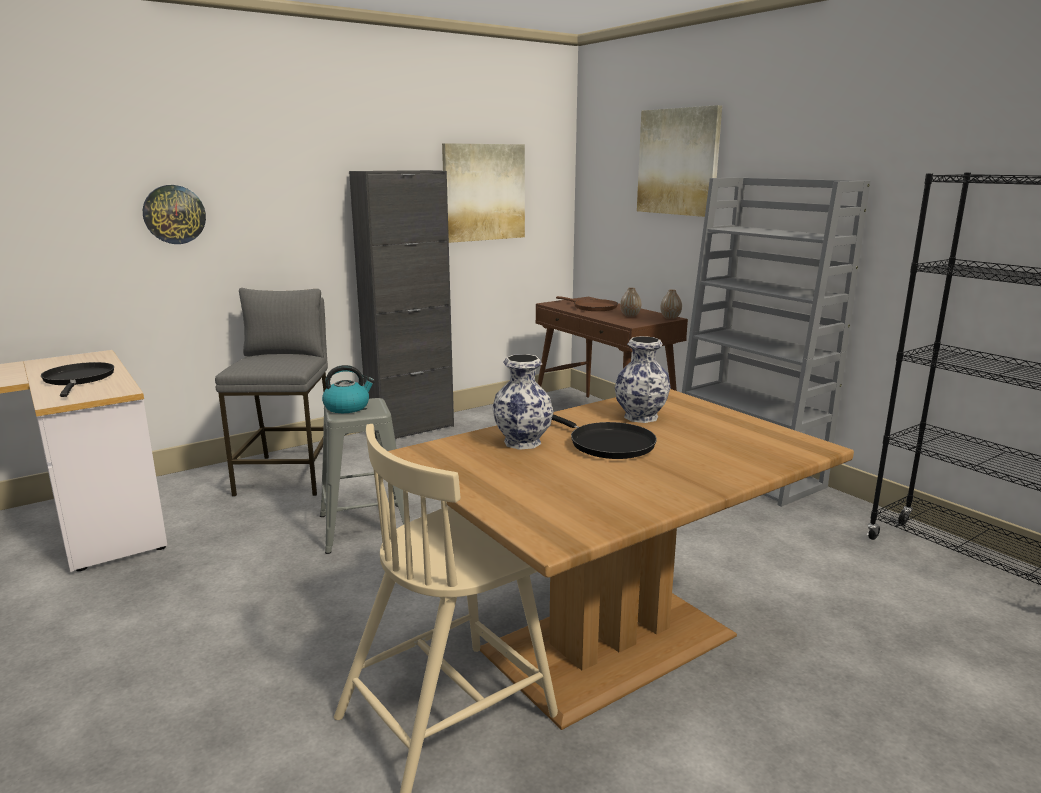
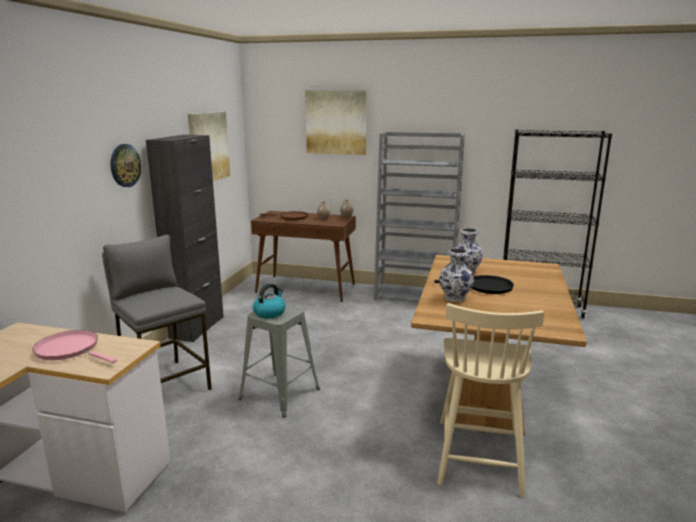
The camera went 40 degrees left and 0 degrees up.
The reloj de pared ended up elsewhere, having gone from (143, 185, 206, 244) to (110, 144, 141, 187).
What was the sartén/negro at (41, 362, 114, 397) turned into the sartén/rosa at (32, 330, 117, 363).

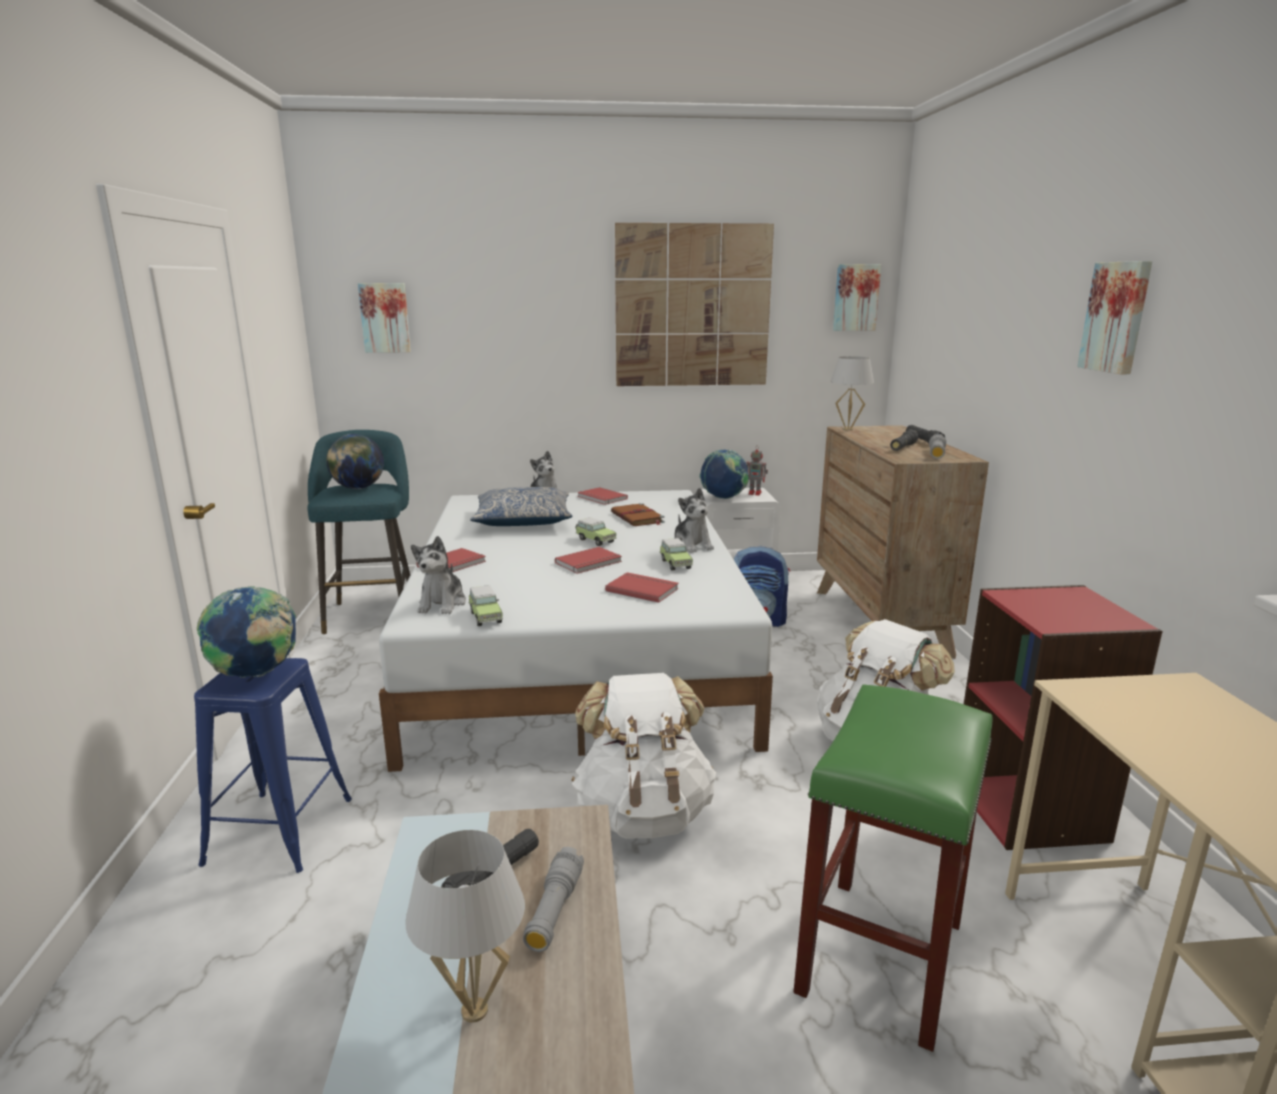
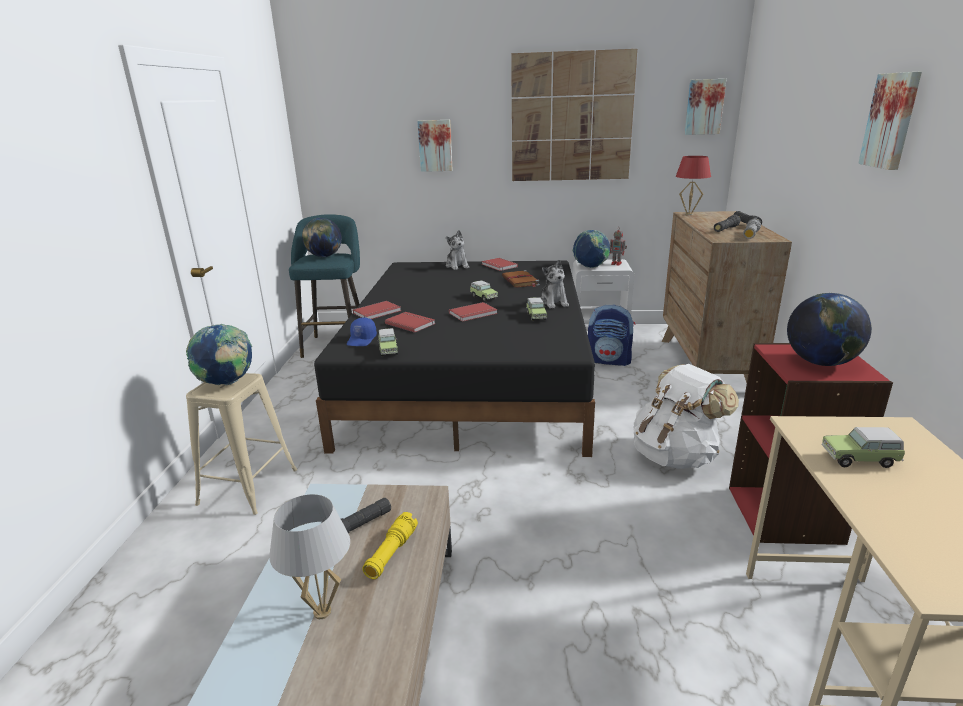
The camera went 10 degrees right and 5 degrees up.
The cuadro ended up elsewhere, having gone from (358, 283, 411, 353) to (418, 120, 453, 172).
What was the lámpara de mesa/blanco at (830, 356, 874, 430) turned into the lámpara de mesa/rojo at (676, 156, 711, 215).
The second view lost the cojín at (470, 487, 573, 526).
What was the cama/blanco at (379, 490, 773, 772) turned into the cama/negro at (314, 261, 595, 457).
Where the peluche stood at (411, 536, 466, 614), the gorra/azul came to stand at (347, 317, 377, 346).
The libro/rojo ended up elsewhere, having gone from (605, 572, 679, 603) to (385, 312, 435, 333).
What was the taburete/azul at (194, 658, 352, 873) turned into the taburete/beis at (186, 373, 297, 515).
The second view lost the mochila/blanco at (572, 673, 716, 838).
The second view lost the taburete/verde at (793, 684, 992, 1052).
What was the linterna/gris at (523, 847, 584, 952) turned into the linterna/amarillo at (363, 512, 418, 579).
The second view gained the globo terráqueo at (787, 293, 872, 366).
The second view gained the coche de juguete at (821, 427, 905, 468).

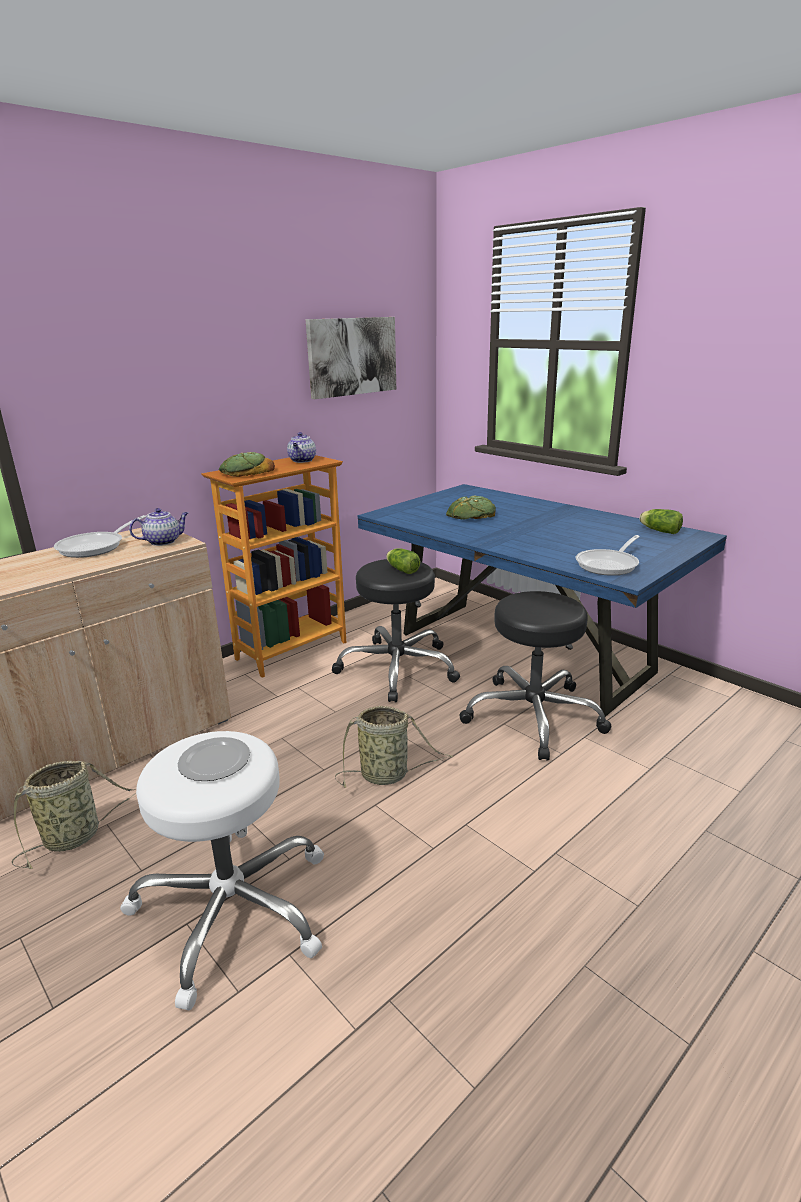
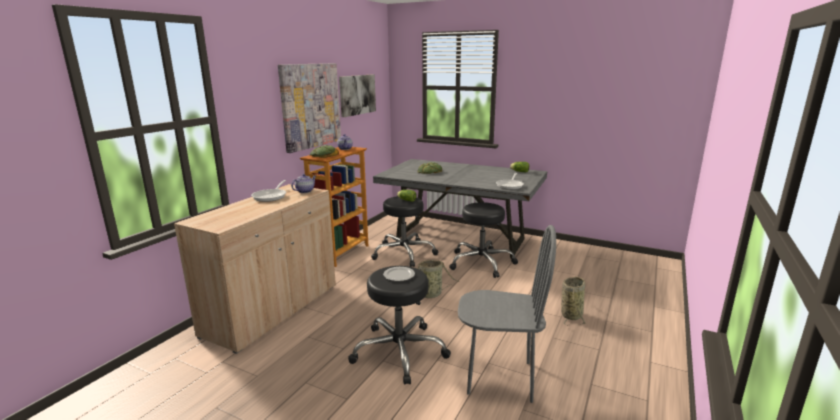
The camera went 20 degrees left and 5 degrees down.
What was the mesa de comedor/azul at (358, 484, 727, 717) turned into the mesa de comedor/gris at (373, 159, 547, 258).
What was the taburete/blanco at (120, 731, 324, 1010) turned into the taburete/negro at (348, 266, 451, 385).
The cesta ended up elsewhere, having gone from (11, 761, 136, 869) to (561, 277, 586, 326).
The second view gained the cuadro at (278, 63, 341, 153).
The second view gained the silla/gris at (458, 225, 556, 403).

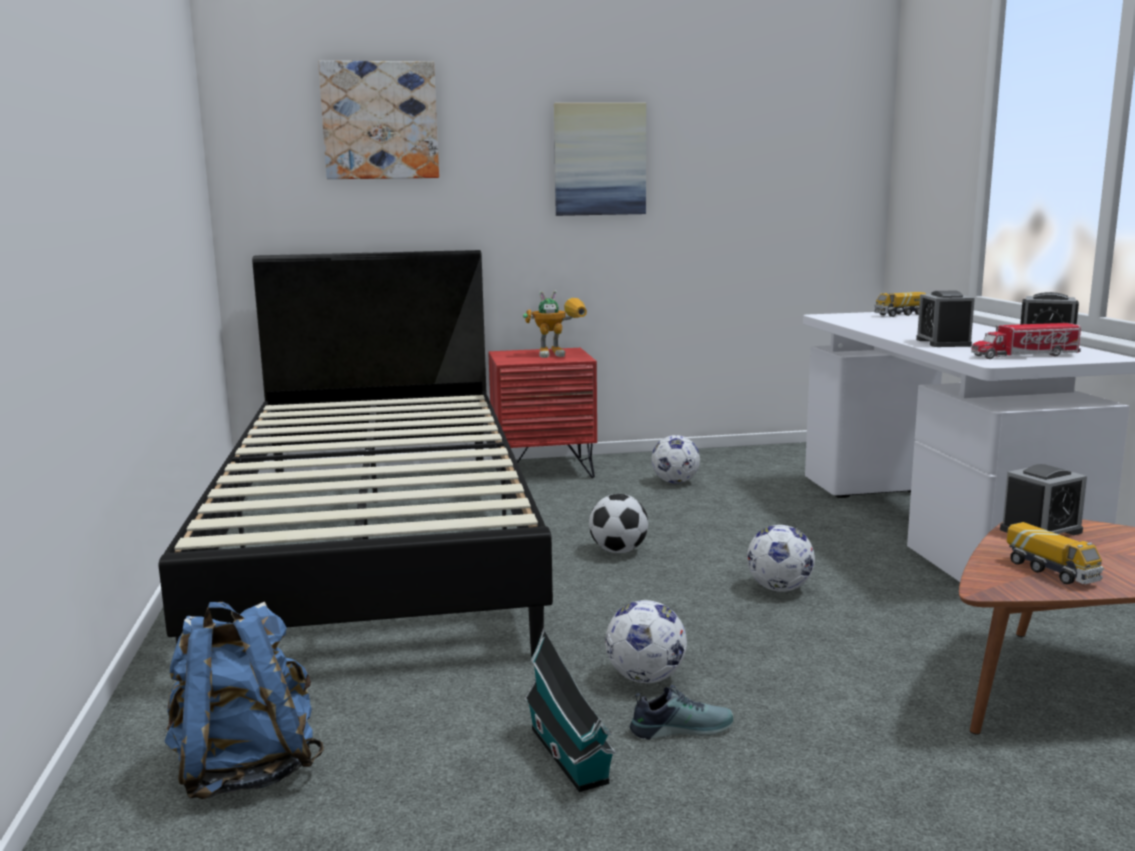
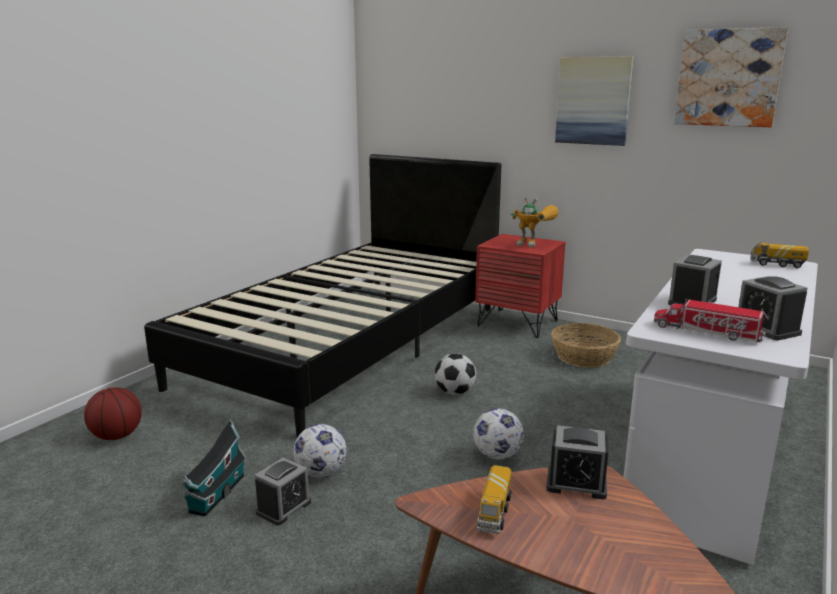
The camera went 40 degrees right and 5 degrees up.
The cuadro ended up elsewhere, having gone from (318, 61, 439, 179) to (674, 27, 788, 127).
Where the balón de fútbol stood at (652, 435, 700, 484), the cesta came to stand at (551, 323, 621, 368).
Where the mochila/azul stood at (165, 602, 324, 799), the balón de baloncesto came to stand at (84, 387, 142, 440).
Where the zapato stood at (630, 685, 734, 740), the despertador came to stand at (255, 458, 311, 525).

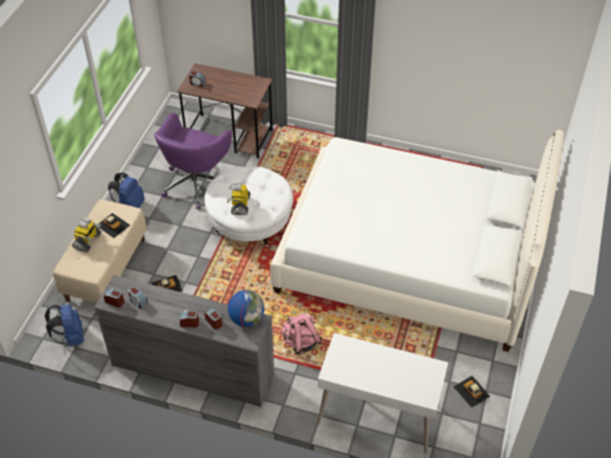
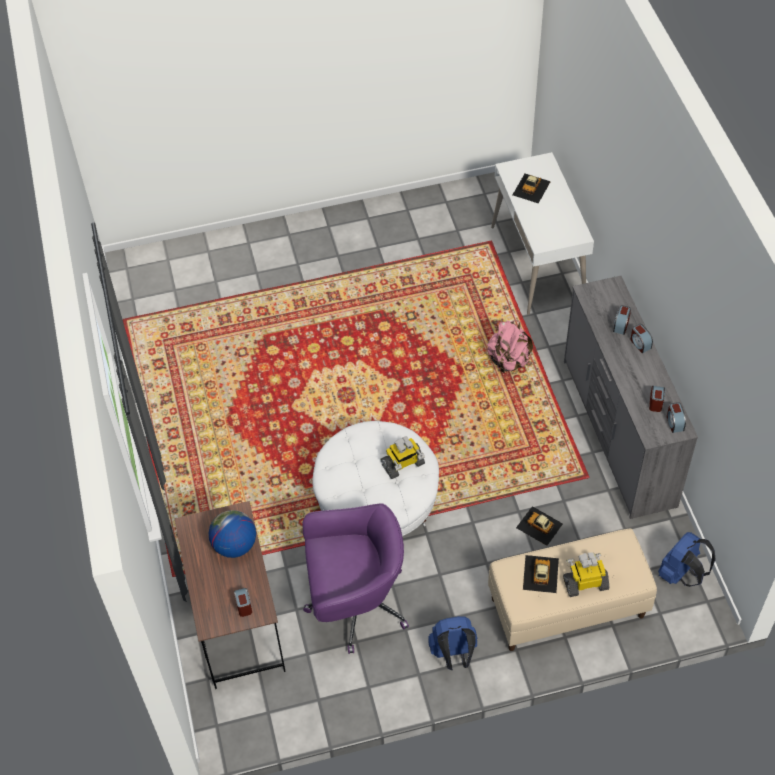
The camera went 120 degrees left and 5 degrees up.
The second view lost the cama/blanco at (270, 130, 564, 352).
The globo terráqueo ended up elsewhere, having gone from (228, 290, 264, 327) to (209, 510, 256, 558).
The coche de juguete ended up elsewhere, having gone from (454, 376, 490, 408) to (513, 174, 551, 203).

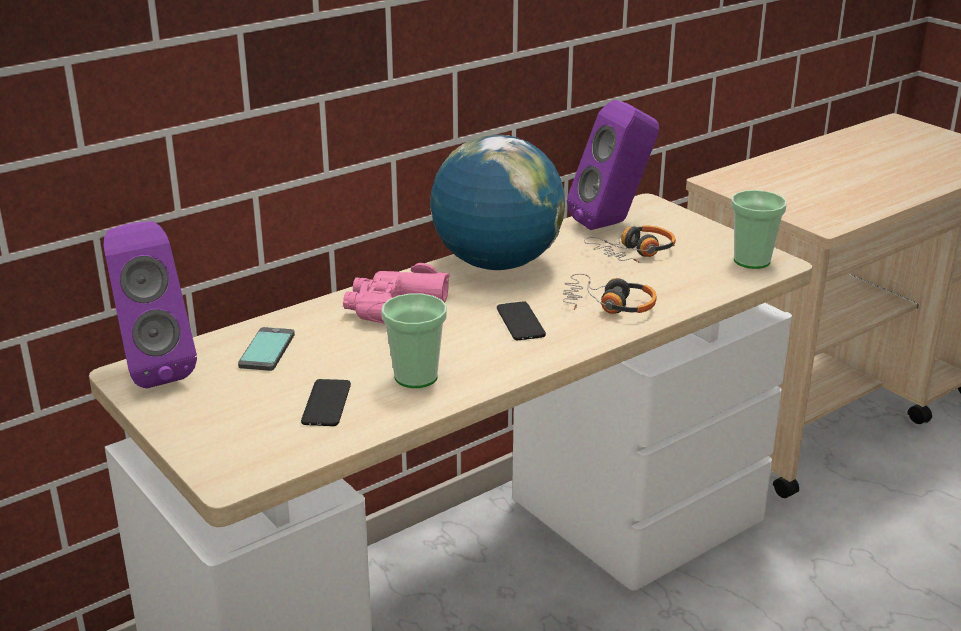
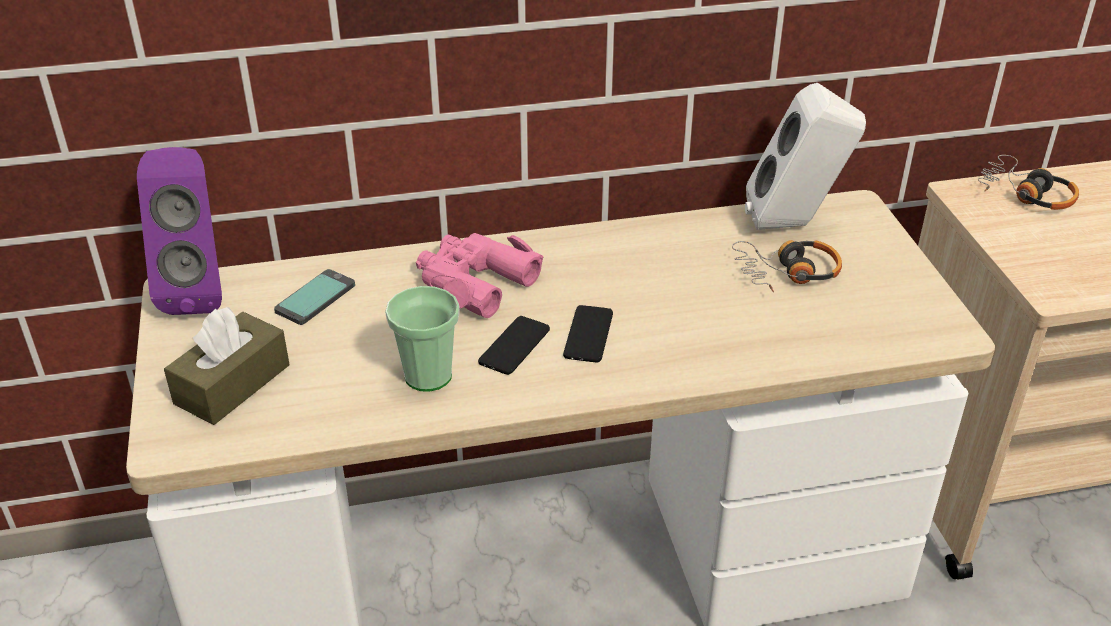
The camera went 25 degrees right and 10 degrees up.
What was the altavoz/morado at (567, 100, 659, 230) turned into the altavoz/blanco at (745, 83, 866, 230).
The second view lost the globo terráqueo at (430, 135, 565, 270).
The second view lost the taza at (731, 190, 787, 269).
The auriculares ended up elsewhere, having gone from (563, 274, 657, 314) to (978, 155, 1079, 210).
The móvil ended up elsewhere, having gone from (301, 379, 351, 426) to (478, 316, 550, 375).
The second view gained the caja de pañuelos/marrón at (164, 307, 290, 425).

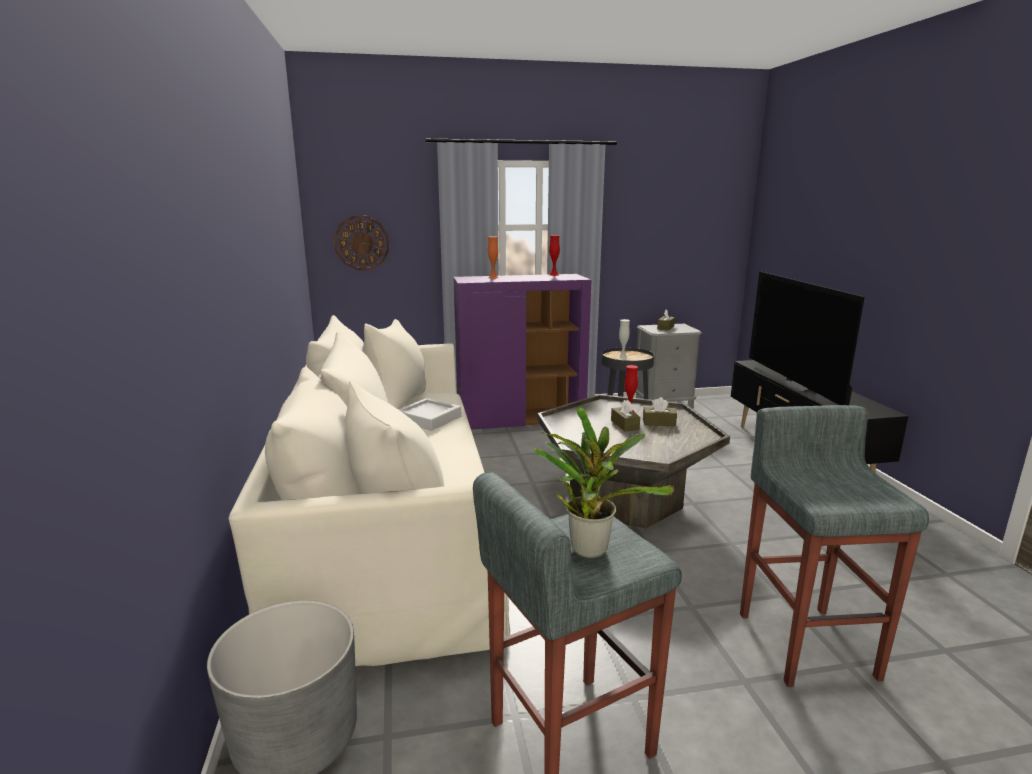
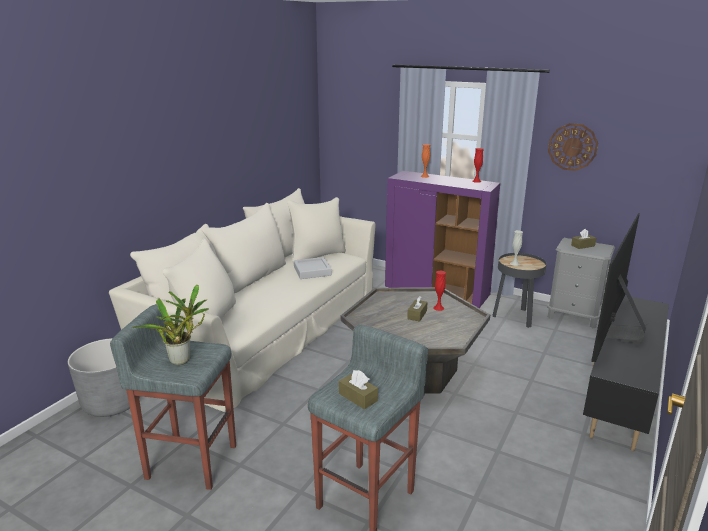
The camera went 40 degrees right and 5 degrees up.
The reloj de pared ended up elsewhere, having gone from (334, 216, 389, 270) to (548, 123, 598, 171).
The caja de pañuelos/marrón ended up elsewhere, having gone from (643, 397, 677, 426) to (339, 370, 378, 409).

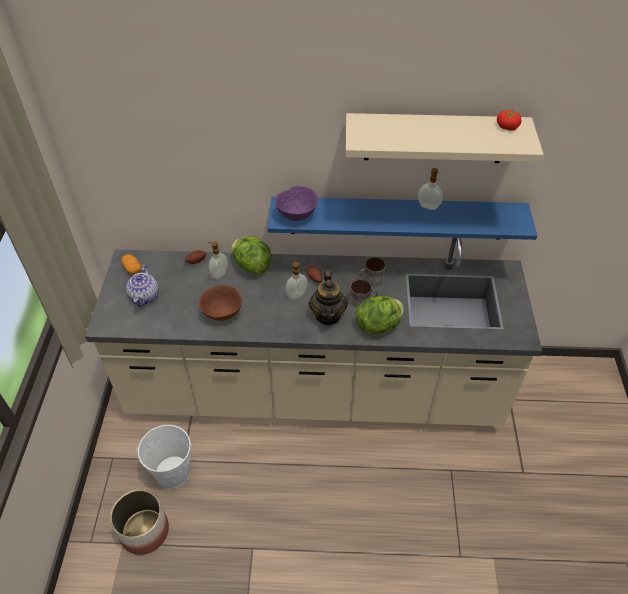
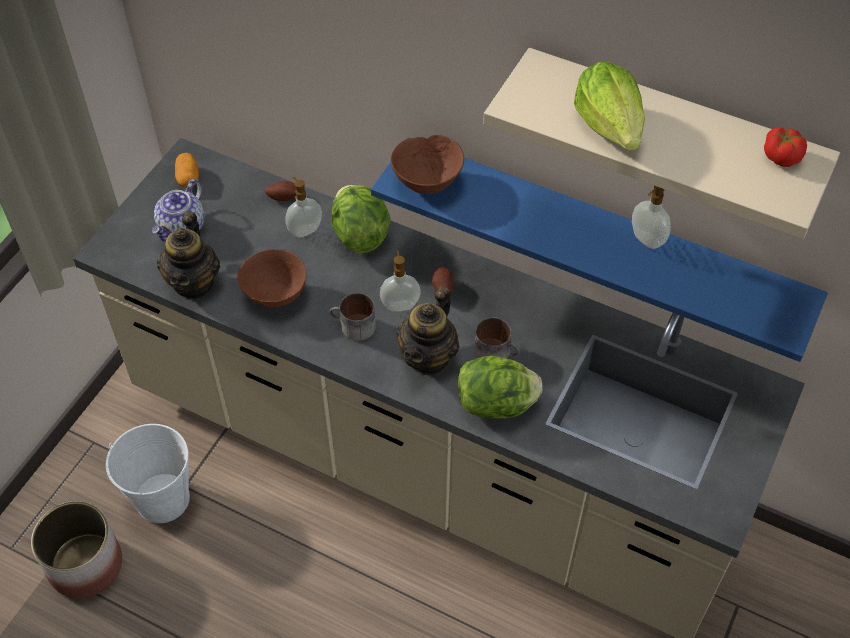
The camera went 25 degrees right and 5 degrees up.
What was the cuenco/morado at (275, 186, 318, 221) turned into the cuenco/marrón at (391, 135, 464, 194).
The taza grande ended up elsewhere, having gone from (359, 257, 386, 285) to (329, 293, 376, 341).
The second view gained the lechuga at (574, 62, 645, 151).
The second view gained the tetera at (157, 211, 220, 299).

